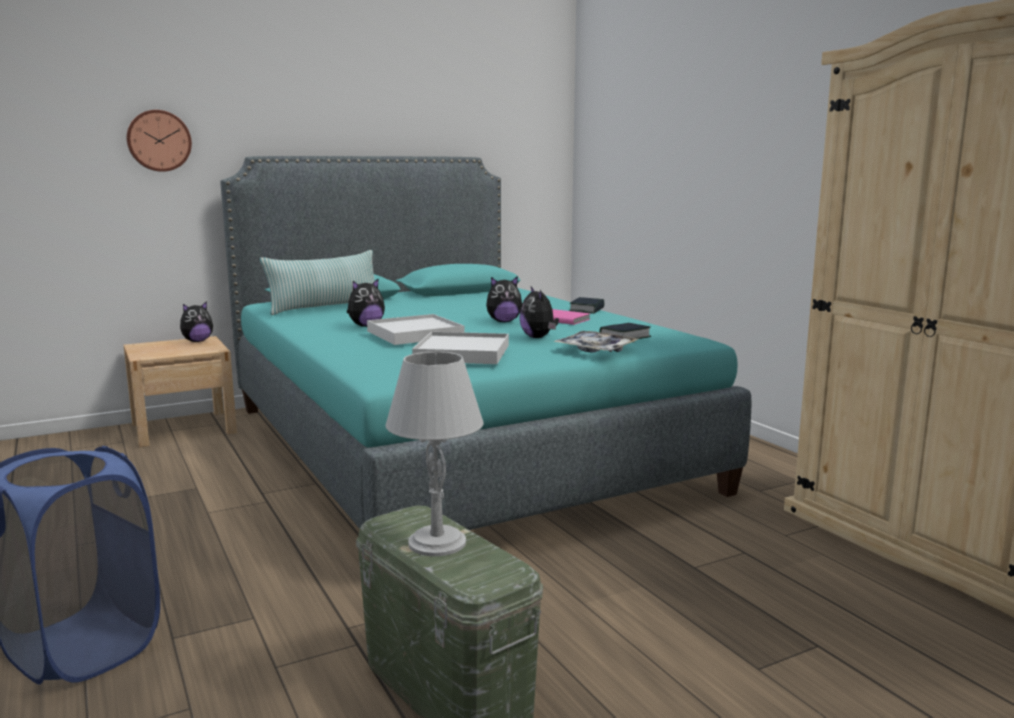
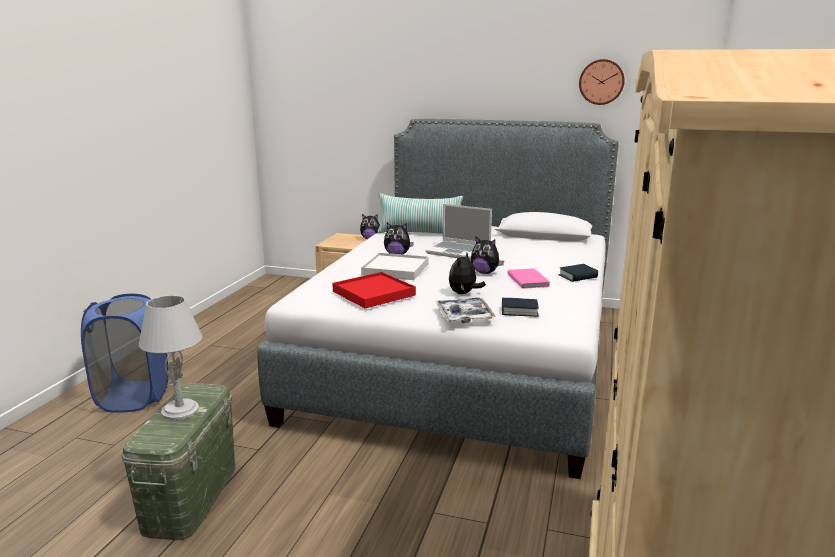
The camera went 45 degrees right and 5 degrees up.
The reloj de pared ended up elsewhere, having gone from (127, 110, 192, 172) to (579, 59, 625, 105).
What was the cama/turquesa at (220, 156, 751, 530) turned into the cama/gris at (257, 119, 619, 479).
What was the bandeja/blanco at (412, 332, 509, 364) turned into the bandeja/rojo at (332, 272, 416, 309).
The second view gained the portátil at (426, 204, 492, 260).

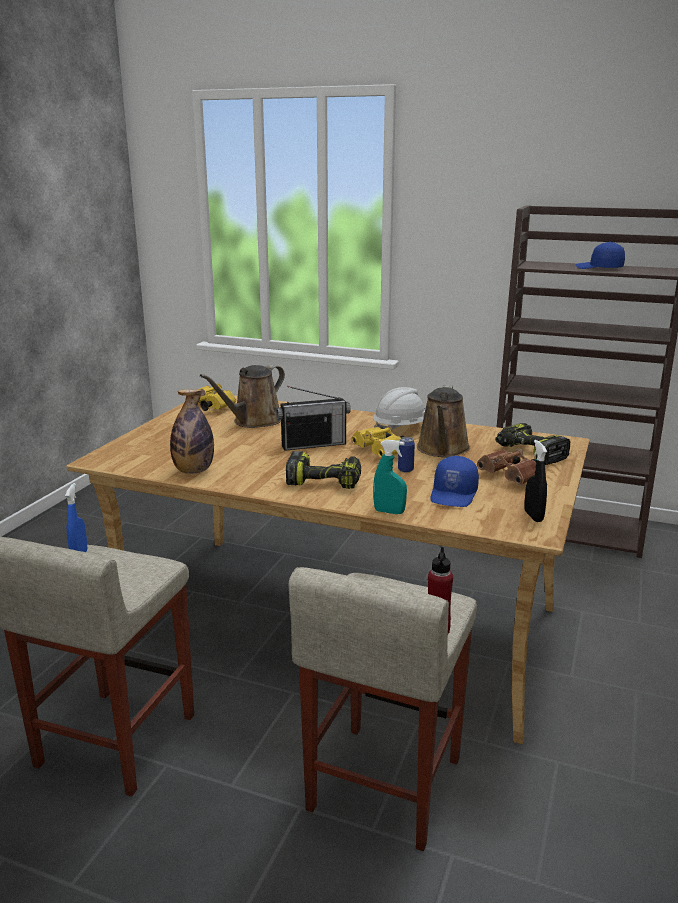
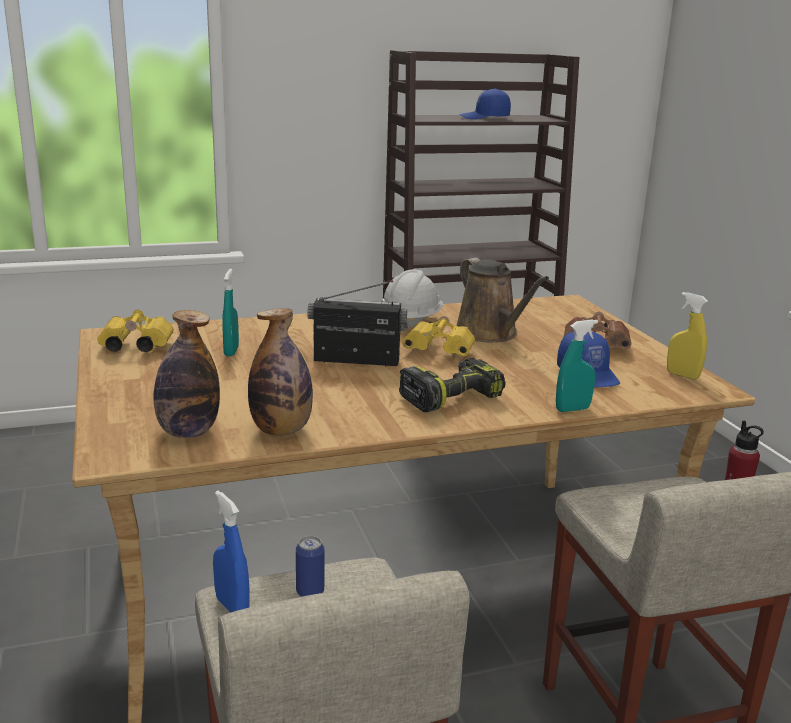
The camera went 40 degrees left and 0 degrees up.
Where the regadera/marrón stood at (200, 365, 285, 428), the pulverizador/turquesa came to stand at (222, 269, 239, 356).
The radio at (276, 386, 351, 451) ended up facing another way, 120 degrees counterclockwise from before.
The second view lost the taladro at (495, 423, 571, 465).
The lata ended up elsewhere, having gone from (398, 437, 415, 472) to (296, 536, 324, 597).
What was the pulverizador/negro at (524, 440, 547, 522) turned into the pulverizador/amarillo at (667, 292, 708, 380).
The second view gained the botella at (153, 310, 220, 438).

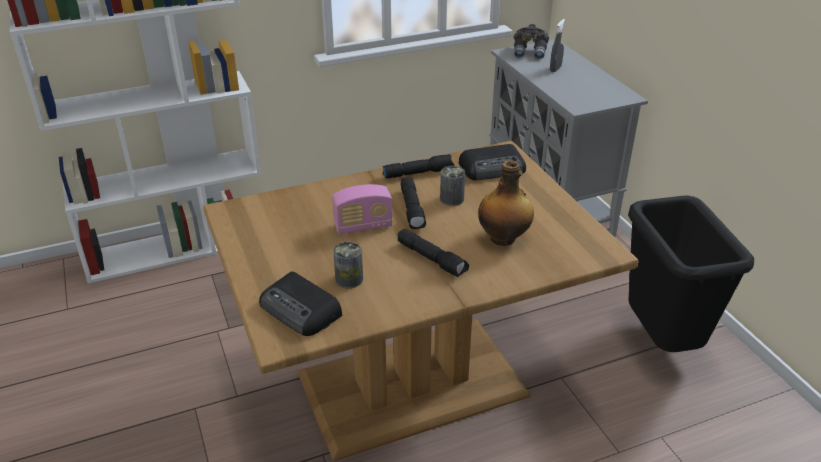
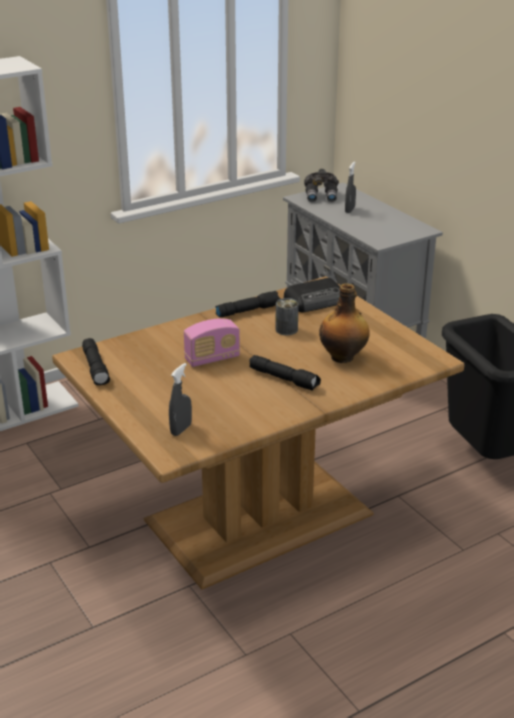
The camera went 10 degrees left and 5 degrees down.
The linterna/negro ended up elsewhere, having gone from (401, 177, 426, 229) to (82, 338, 110, 385).
The second view lost the lata at (333, 242, 363, 288).
Where the radio stood at (259, 272, 342, 336), the pulverizador/gris came to stand at (169, 363, 192, 436).

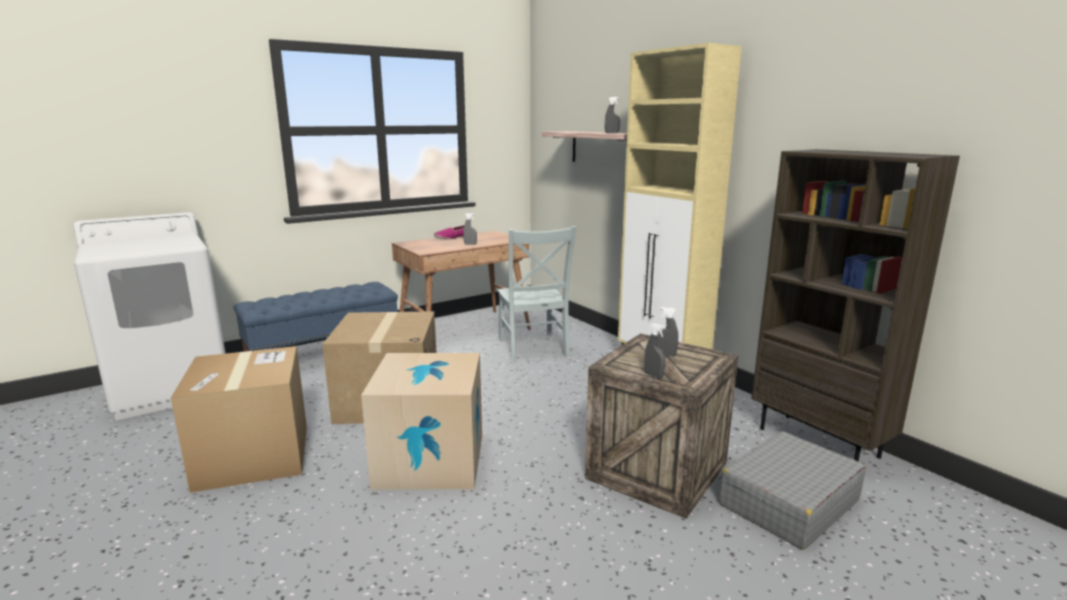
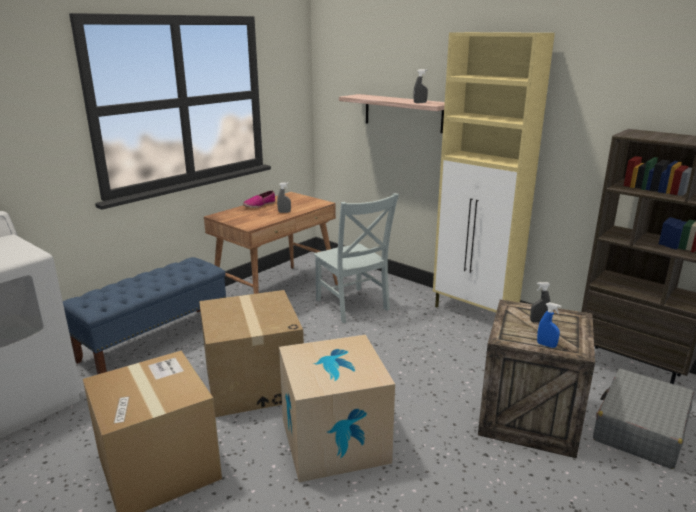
The camera went 15 degrees left and 5 degrees up.
What was the pulverizador/gris at (644, 323, 665, 378) turned into the pulverizador/azul at (537, 302, 561, 348).

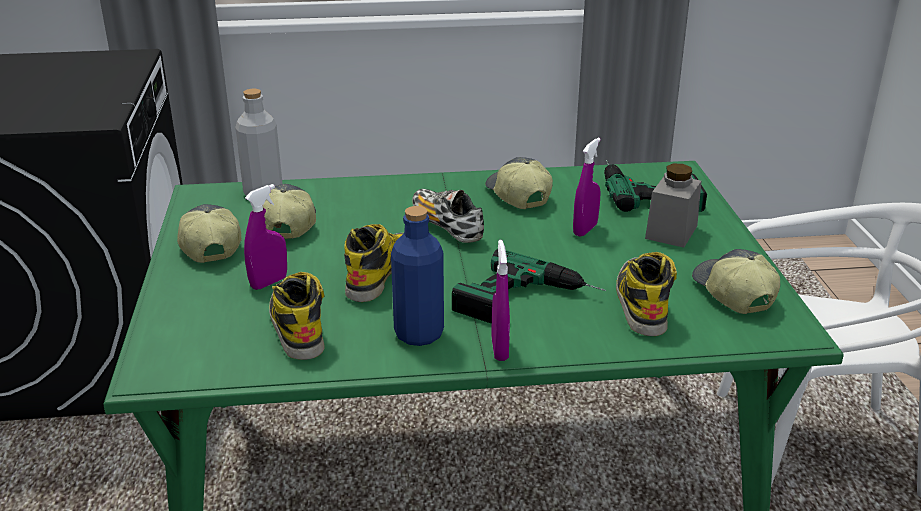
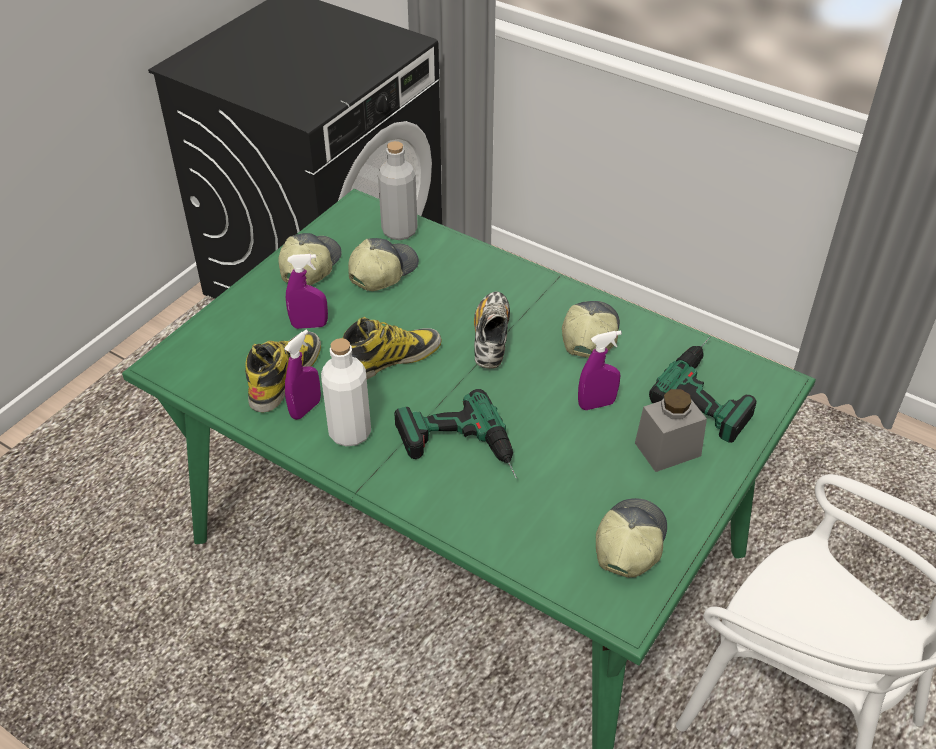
The camera went 40 degrees right and 15 degrees up.
What was the botella/azul at (391, 206, 444, 346) turned into the botella/blanco at (321, 338, 371, 447).
The pulverizador/morado ended up elsewhere, having gone from (492, 240, 510, 361) to (284, 330, 321, 420).
The second view lost the bota at (616, 252, 677, 336).

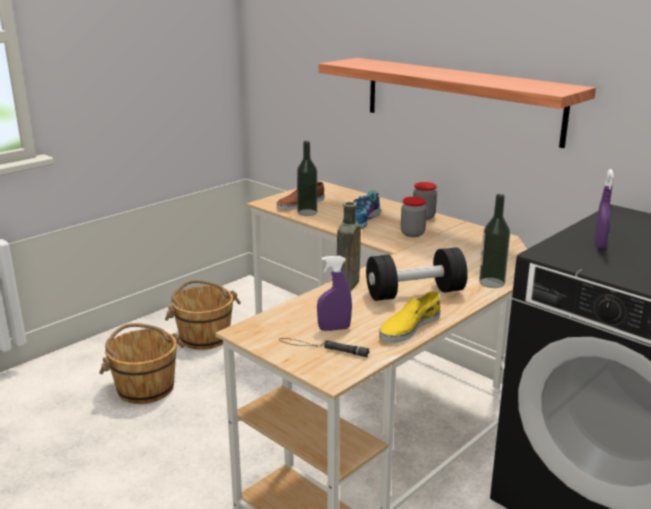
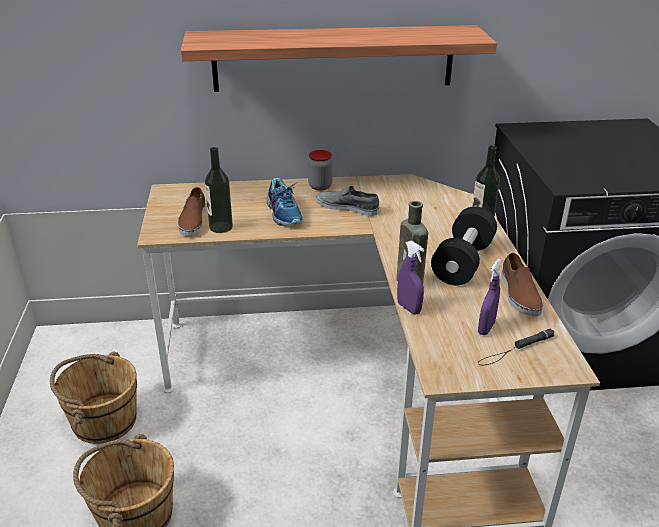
The camera went 50 degrees left and 10 degrees up.
The pulverizador/morado ended up elsewhere, having gone from (594, 169, 614, 249) to (397, 240, 424, 315).
Where the tarro stood at (401, 197, 427, 237), the zapato/gris came to stand at (316, 186, 379, 216).
What was the zapato/amarillo at (379, 291, 441, 343) turned into the zapato/marrón at (502, 253, 543, 316).

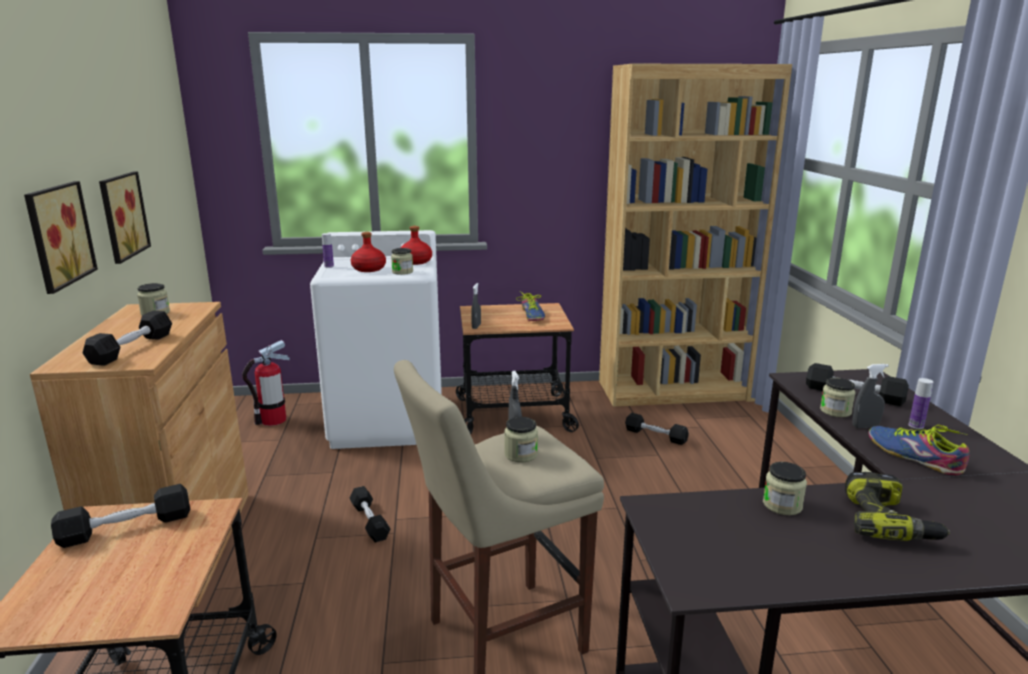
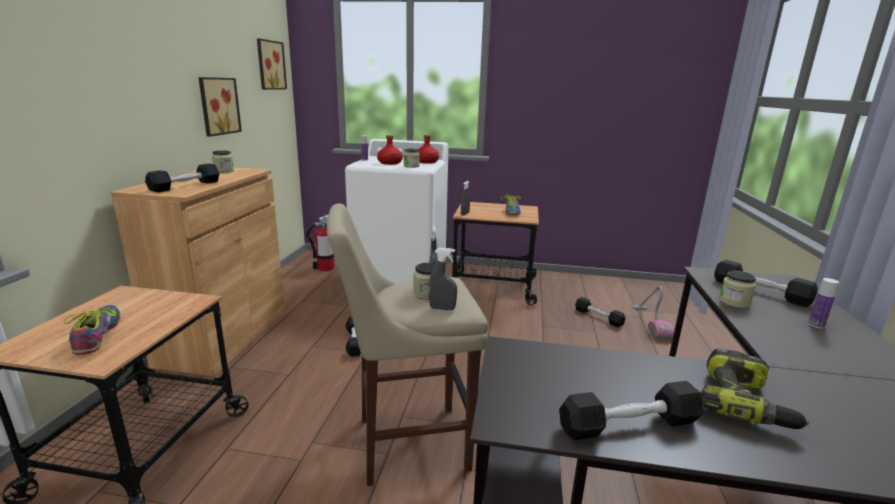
The camera went 15 degrees right and 0 degrees up.
The second view lost the estantería/marrón at (599, 64, 792, 407).
The cuadro ended up elsewhere, having gone from (24, 181, 98, 294) to (257, 38, 287, 90).
The pulverizador/gris ended up elsewhere, having gone from (853, 364, 889, 428) to (429, 248, 457, 311).
The zapato ended up elsewhere, having gone from (869, 425, 970, 475) to (63, 305, 120, 355).
The second view lost the tarro at (763, 462, 807, 515).
The mancuerna/negro ended up elsewhere, having gone from (51, 484, 190, 548) to (559, 381, 704, 440).
The second view gained the aspiradora at (631, 286, 674, 339).

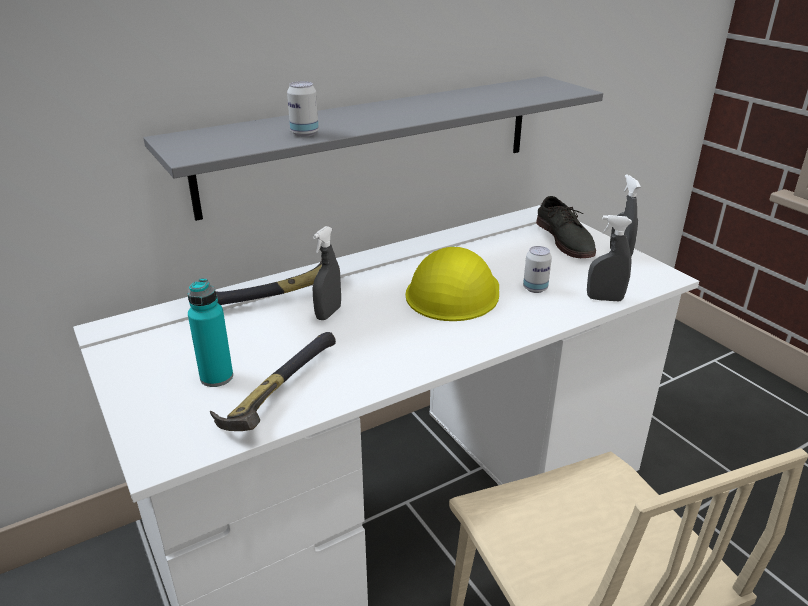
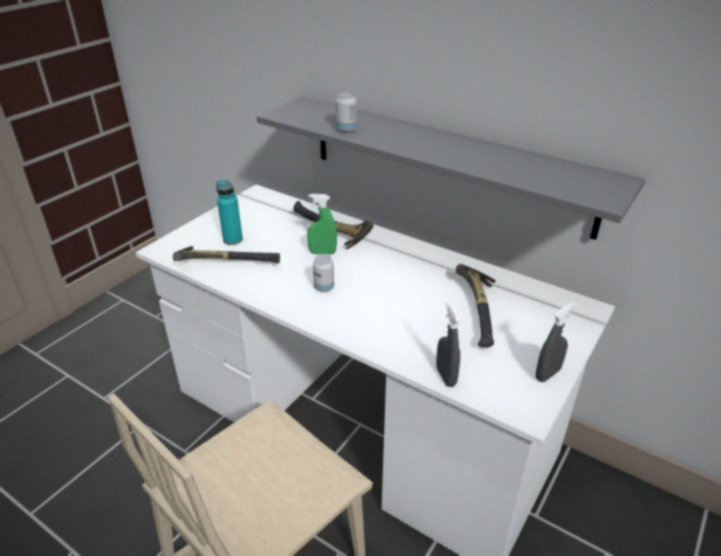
The camera went 65 degrees right and 5 degrees up.
The second view lost the zapato/gris at (536, 196, 596, 258).
What was the pulverizador/gris at (313, 226, 341, 320) turned into the pulverizador/verde at (307, 194, 337, 254).
The lata ended up elsewhere, having gone from (523, 246, 552, 293) to (313, 255, 334, 292).
The second view lost the casco/amarillo at (406, 247, 499, 321).
The second view gained the martillo at (456, 264, 495, 348).

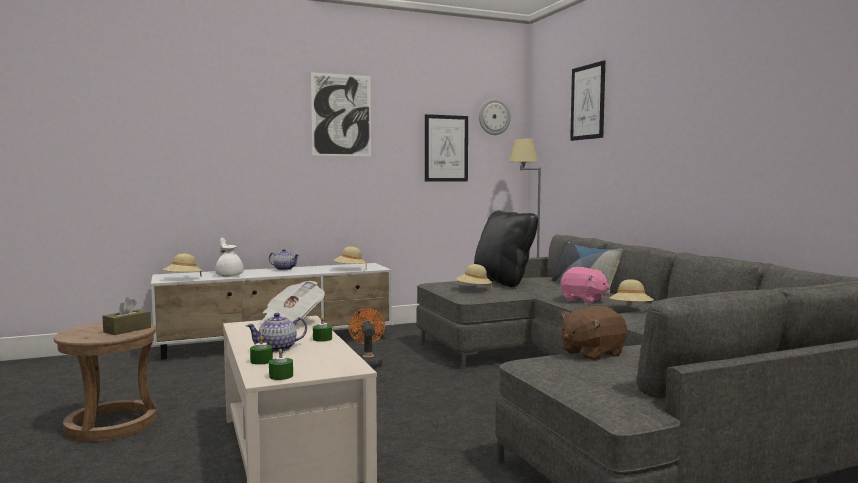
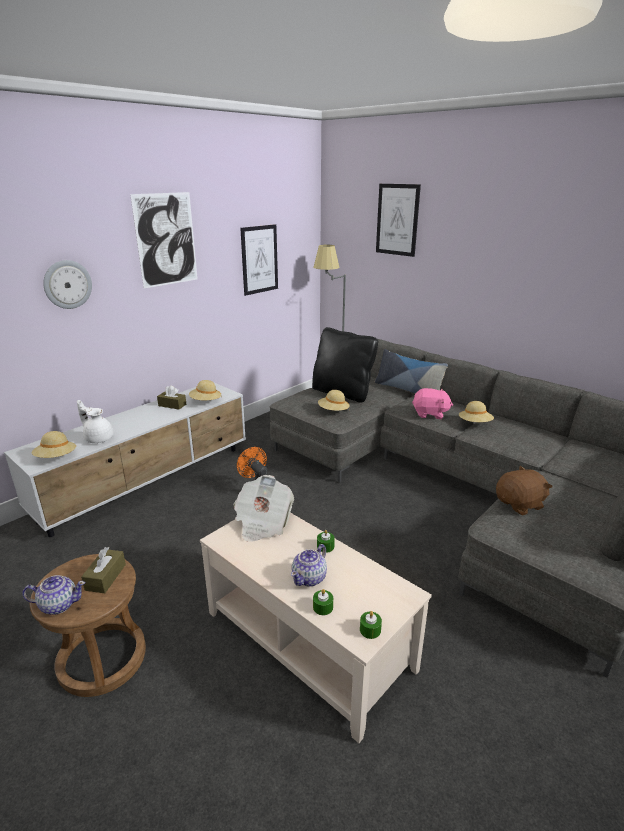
The camera went 25 degrees left and 20 degrees up.
The reloj de pared ended up elsewhere, having gone from (479, 99, 511, 135) to (43, 260, 92, 309).
The tetera ended up elsewhere, having gone from (269, 249, 299, 270) to (23, 575, 85, 615).
The peluche/marrón at (560, 306, 627, 361) ended up facing another way, 150 degrees counterclockwise from before.
The second view gained the caja de pañuelos/marrón at (157, 385, 186, 409).

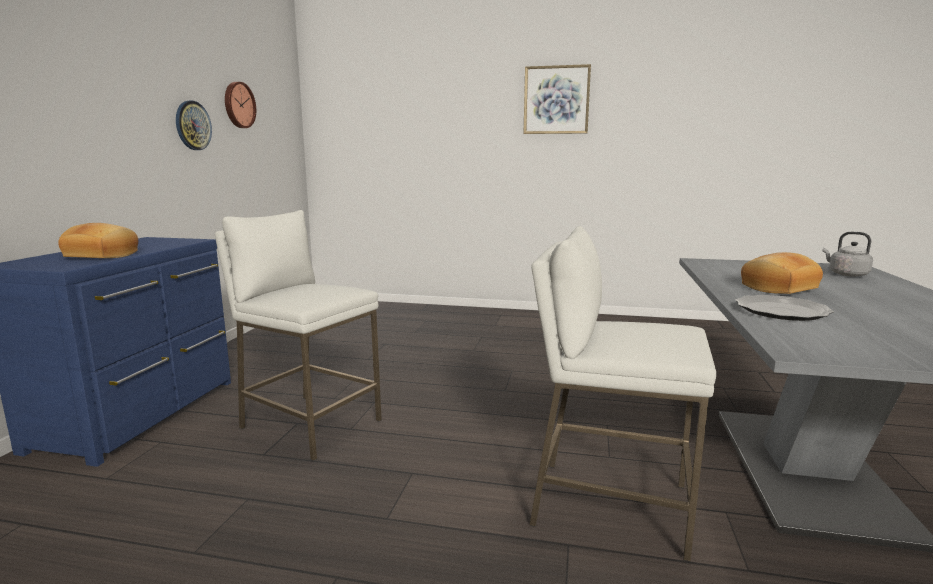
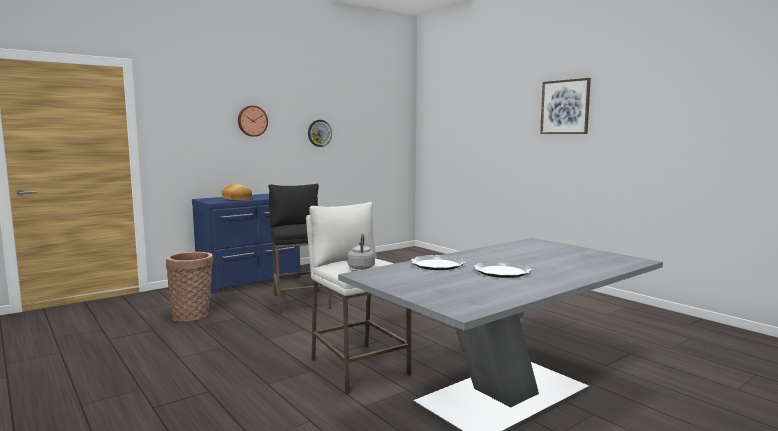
The camera went 40 degrees right and 5 degrees down.
The reloj de pared ended up elsewhere, having gone from (225, 82, 256, 128) to (238, 106, 268, 137).
What was the taburete/blanco at (215, 210, 382, 461) turned into the taburete/negro at (268, 184, 331, 314).
The hervidor/gris ended up elsewhere, having gone from (823, 232, 873, 277) to (348, 234, 375, 270).
The second view lost the pan at (741, 252, 823, 294).
The second view gained the cesta at (166, 252, 213, 322).
The second view gained the plato at (473, 261, 532, 278).

